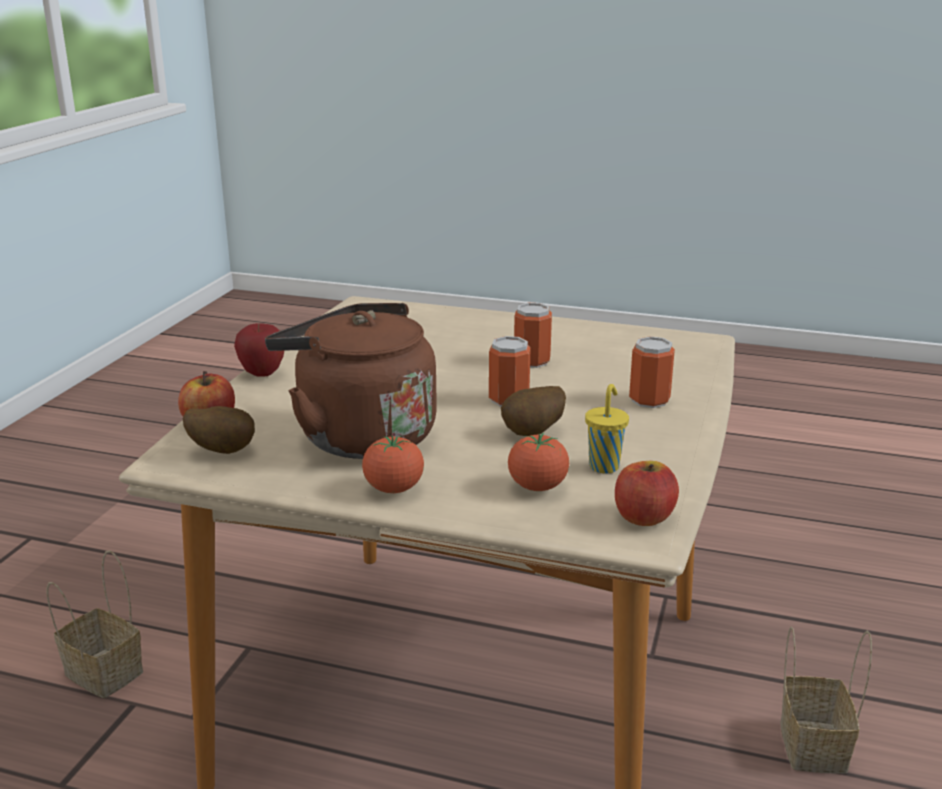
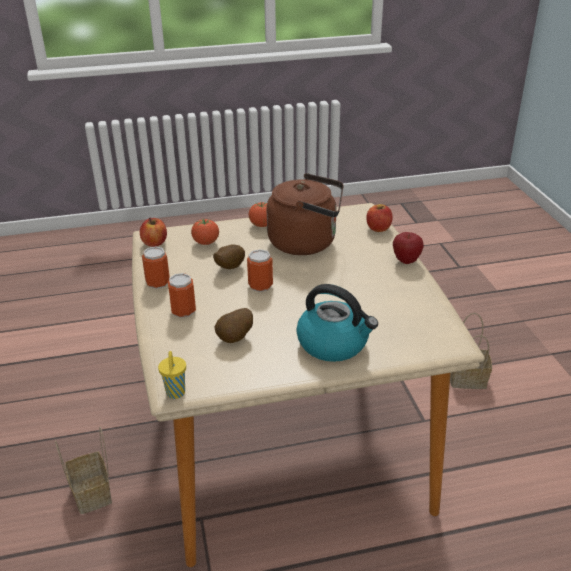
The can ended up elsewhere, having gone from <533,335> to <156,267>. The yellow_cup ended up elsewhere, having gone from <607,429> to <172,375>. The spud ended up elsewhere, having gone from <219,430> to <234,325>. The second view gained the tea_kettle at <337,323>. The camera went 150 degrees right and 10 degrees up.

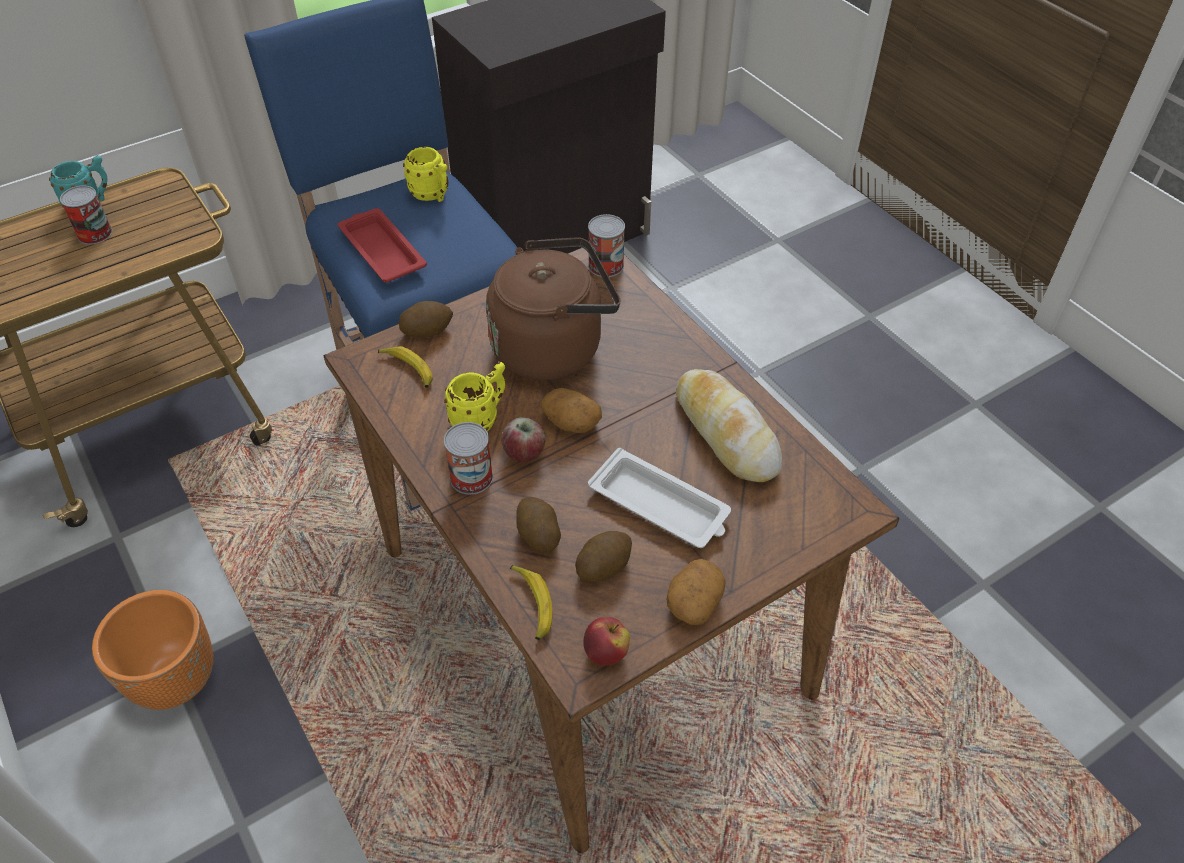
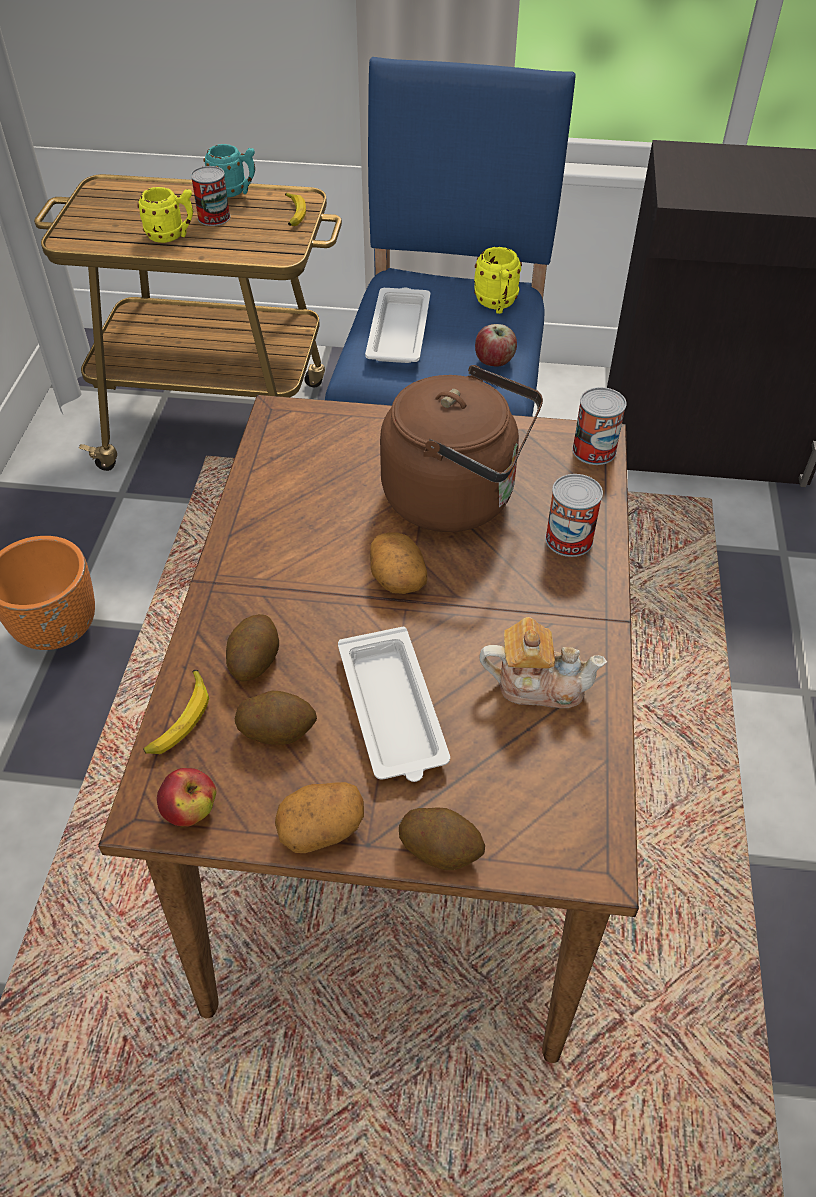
What was the red_carrying_tray at <382,245> turned into the white_carrying_tray at <397,325>. The spud ended up elsewhere, having gone from <426,319> to <442,838>. The banana_fruit ended up elsewhere, having gone from <405,367> to <295,209>. The yellow_tea_mug ended up elsewhere, having gone from <474,397> to <165,215>. Where the bread stood at <729,425>, the pot_for_tea came to stand at <543,662>. The apple_fruit ended up elsewhere, having gone from <523,439> to <496,345>. The can ended up elsewhere, having gone from <468,458> to <574,515>. The camera went 40 degrees right and 0 degrees up.

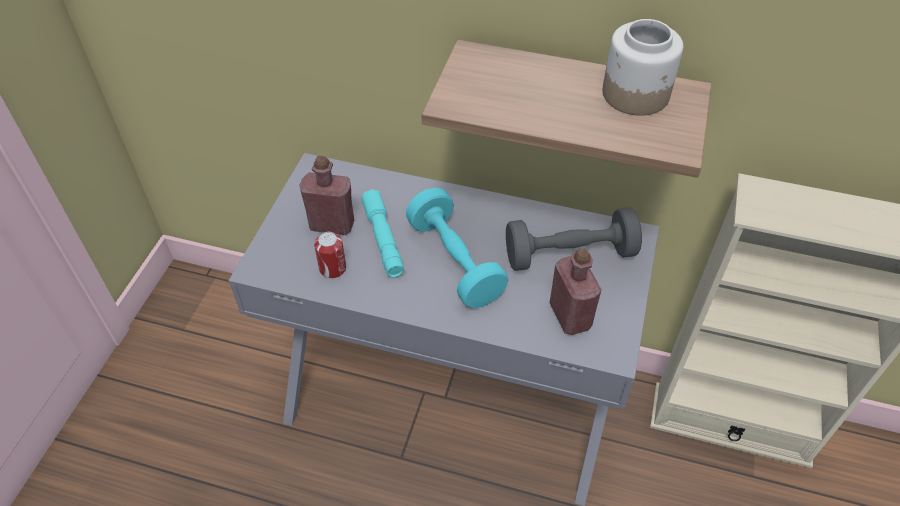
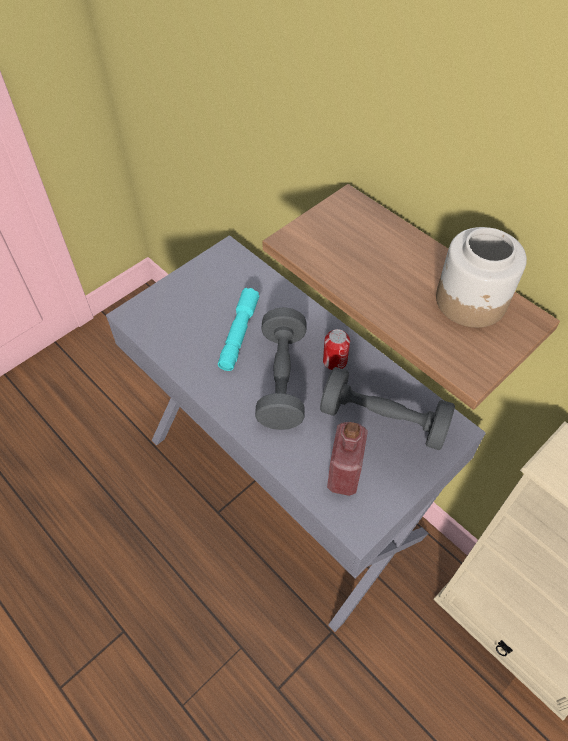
The second view lost the red_bottle at <327,195>. What was the turquoise_hand_weight at <457,247> turned into the gray_hand_weight at <281,368>. The can ended up elsewhere, having gone from <330,255> to <336,349>. The camera went 30 degrees right and 5 degrees up.

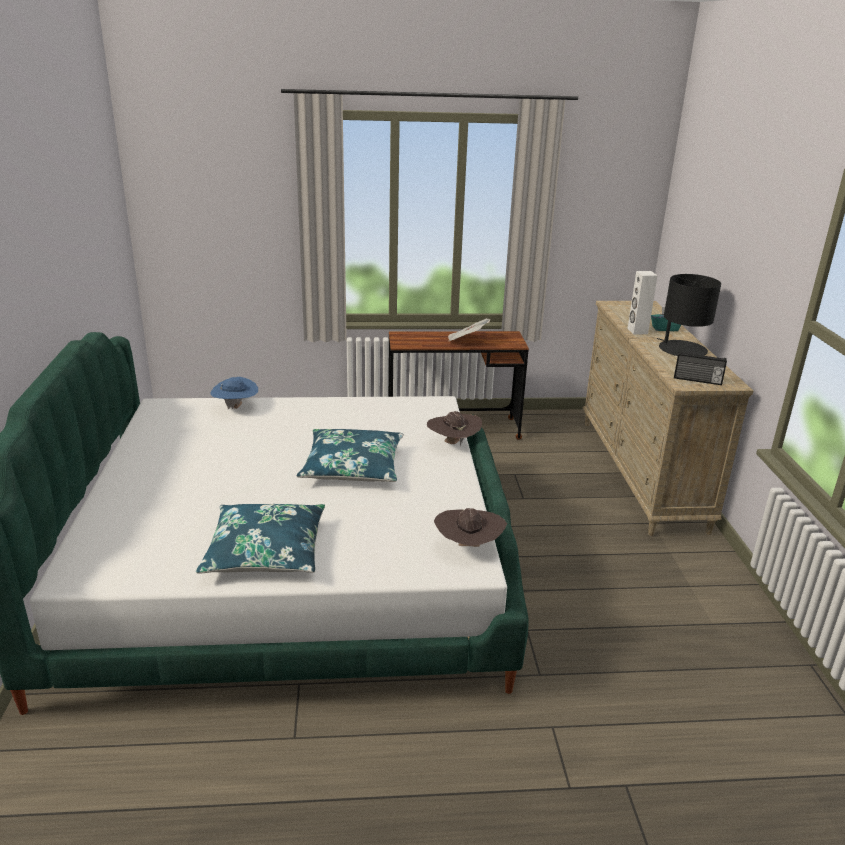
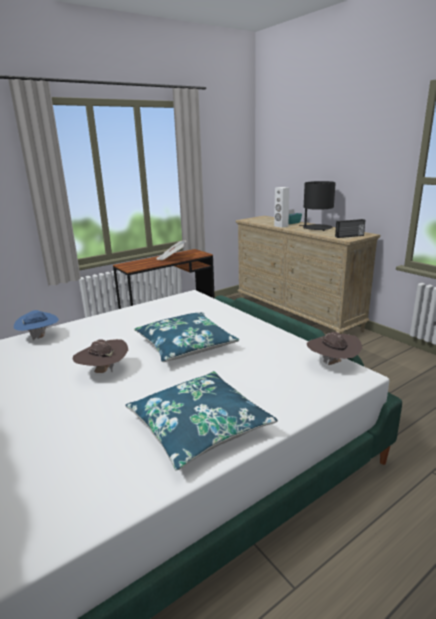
The brown-coloured_wearable_hat ended up elsewhere, having gone from <454,429> to <100,356>. The camera went 30 degrees left and 5 degrees down.

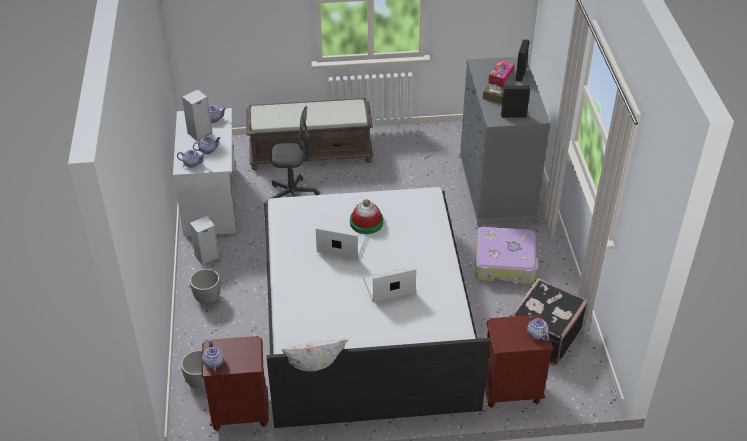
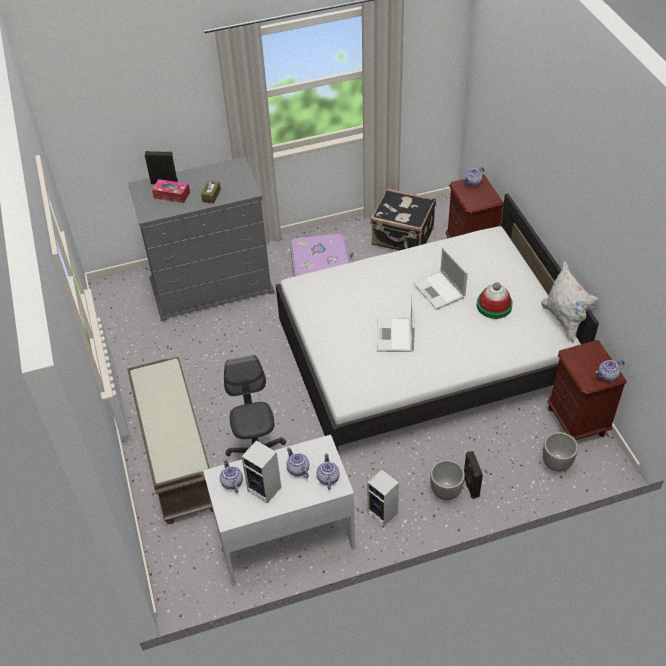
The black-coloured_loudspeaker ended up elsewhere, having gone from <515,101> to <473,475>. The wearable_hat ended up elsewhere, having gone from <366,216> to <495,300>. The camera went 100 degrees left and 5 degrees up.

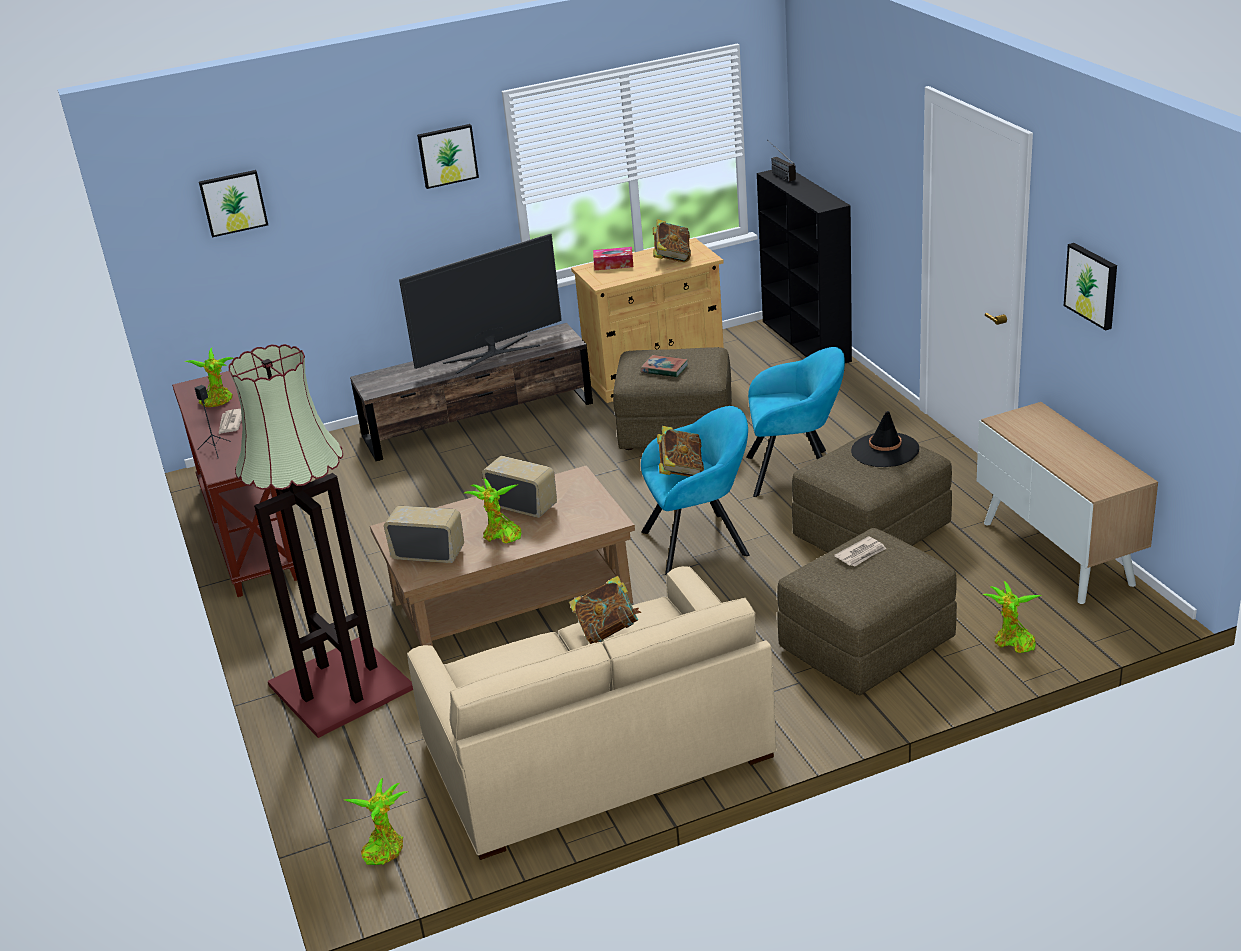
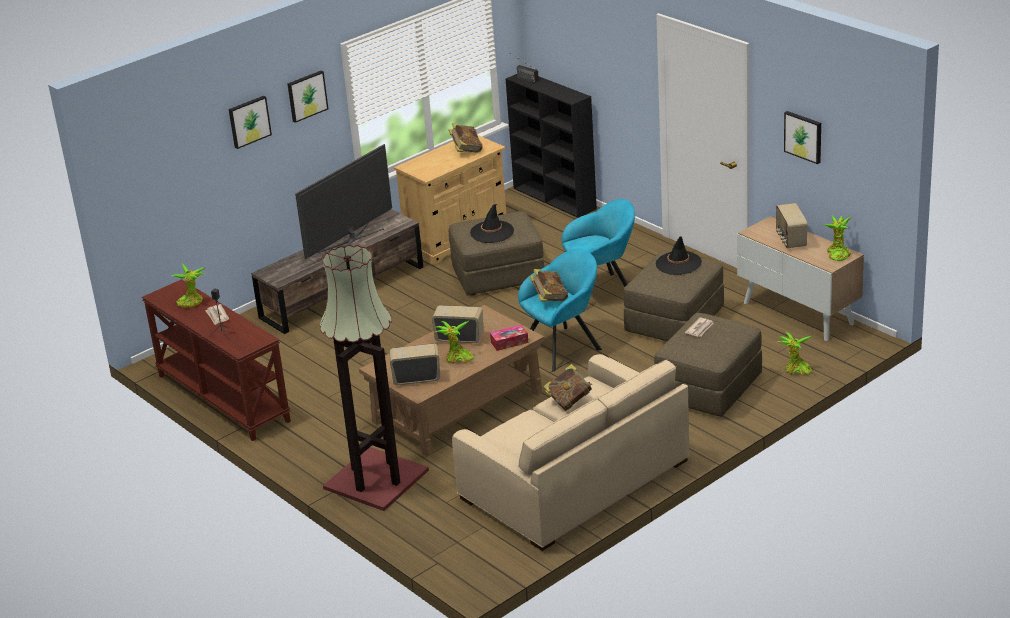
The wall_picture ended up elsewhere, having gone from <233,203> to <250,122>. The tissue_holder ended up elsewhere, having gone from <613,258> to <509,338>. Where the bound_book stood at <664,366>, the black-coloured_wearable_hat came to stand at <492,223>. The houseplant ended up elsewhere, having gone from <376,821> to <838,238>. The second view gained the radio_receiver at <791,225>. The camera went 20 degrees left and 0 degrees up.

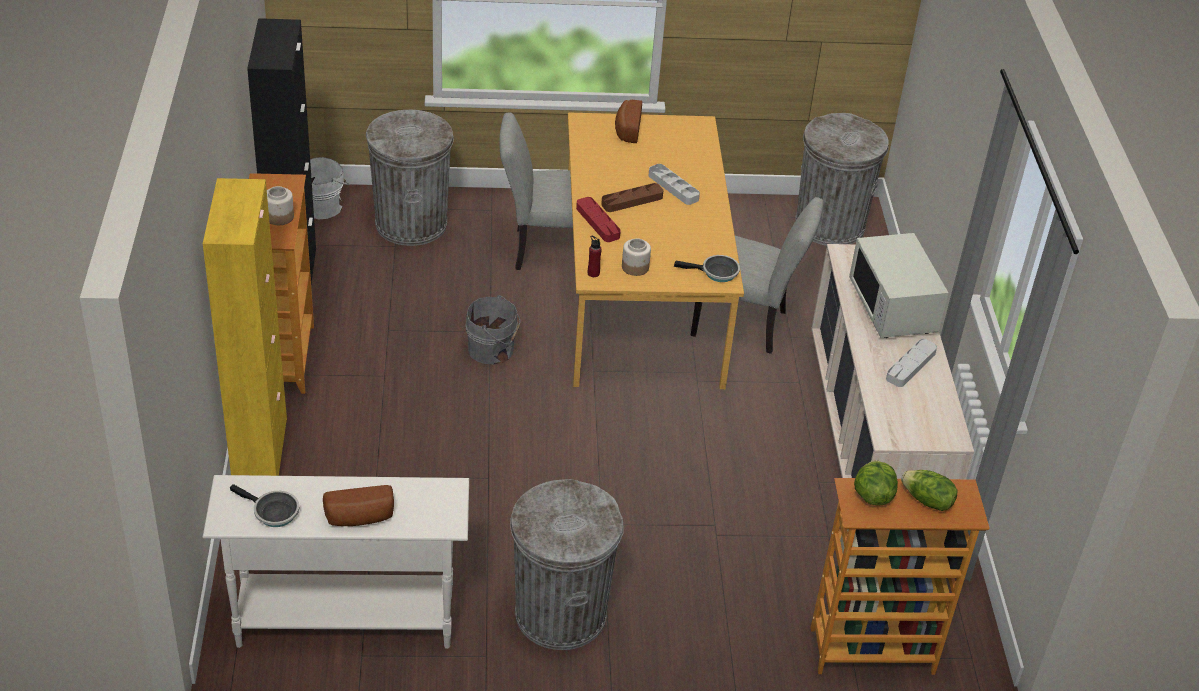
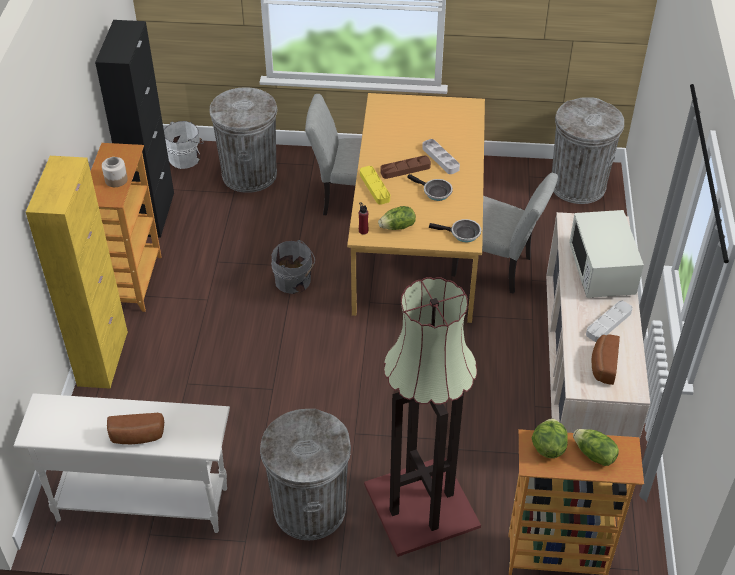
The bread ended up elsewhere, having gone from <628,121> to <605,359>. What was the red_carrying_tray at <598,219> turned into the yellow_carrying_tray at <375,185>. Where the storage_jar stood at <636,257>, the head_of_lettuce came to stand at <397,218>. The frying_pan ended up elsewhere, having gone from <264,505> to <430,187>. The second view gained the standard_lamp at <422,417>. The camera went 10 degrees right and 5 degrees up.

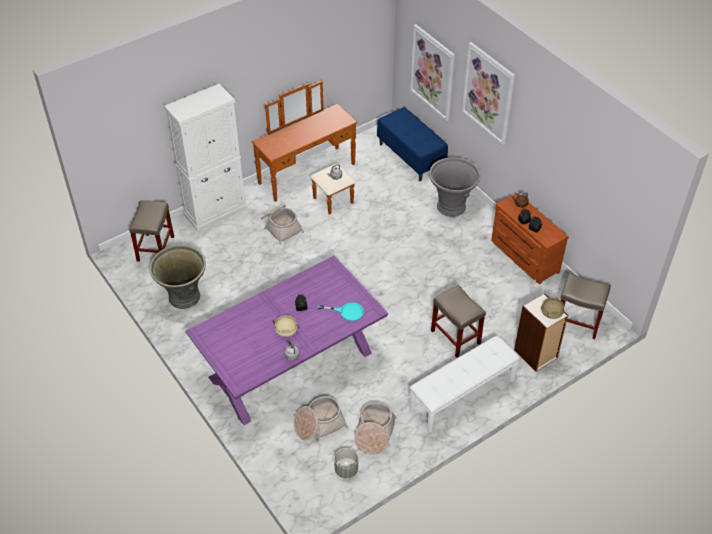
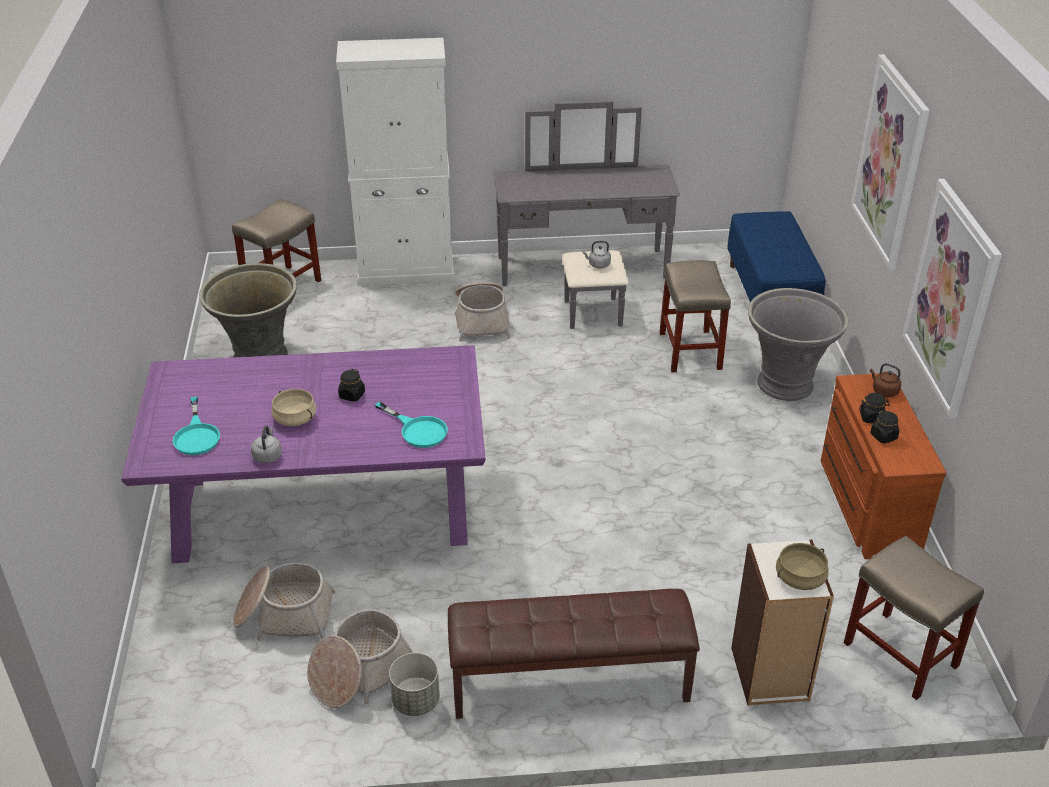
The wall_picture ended up elsewhere, having gone from <432,72> to <952,299>. What was the brown-coloured_drawer_chest at <305,148> turned into the gray_drawer_chest at <587,215>. The beige_stool_seat ended up elsewhere, having gone from <458,321> to <695,316>. What was the white_indoor_bench at <464,384> turned into the brown-coloured_indoor_bench at <574,654>. The gray_planter ended up elsewhere, having gone from <346,463> to <414,684>. The second view gained the turquoise_frying_pan at <196,426>. The camera went 30 degrees right and 10 degrees down.

